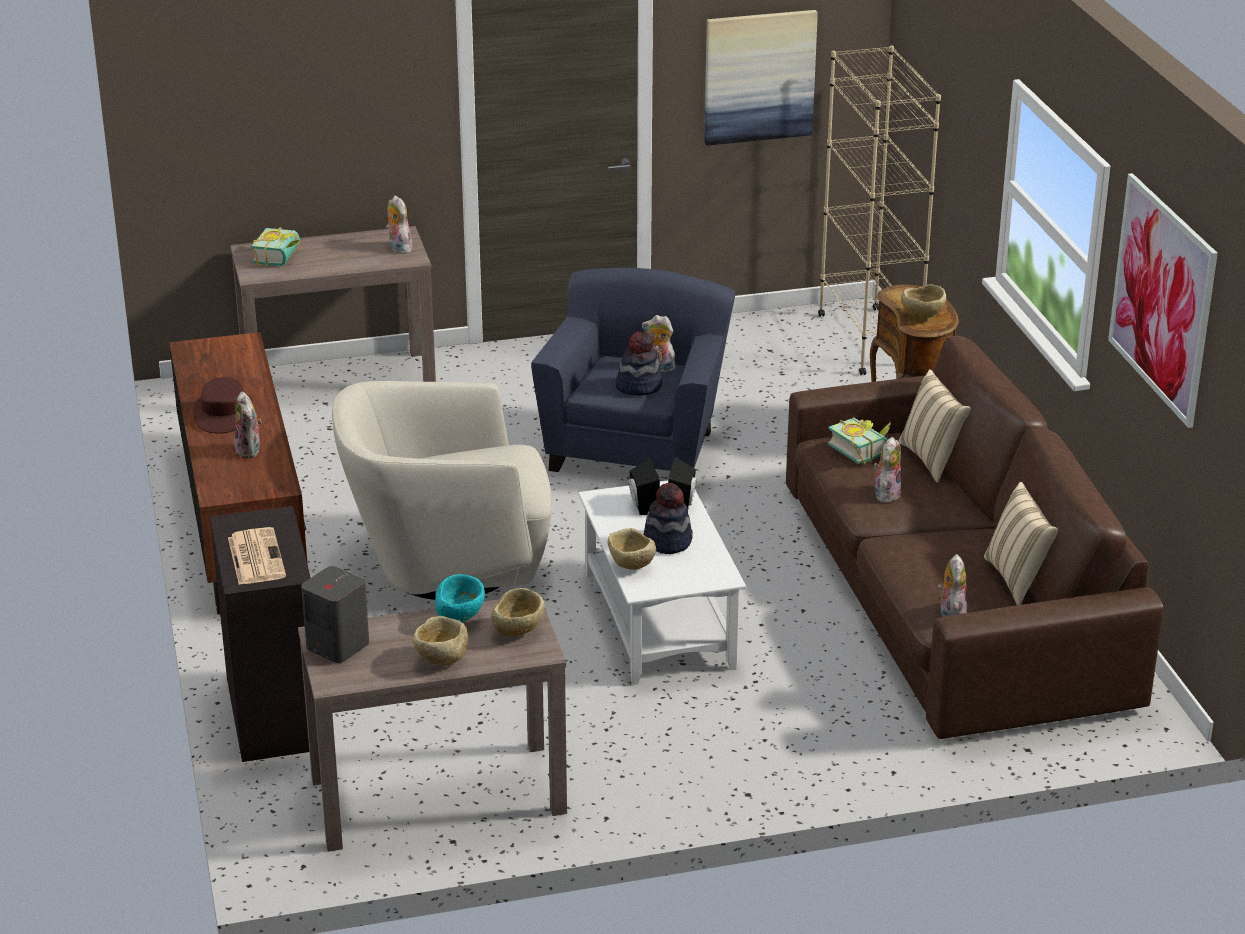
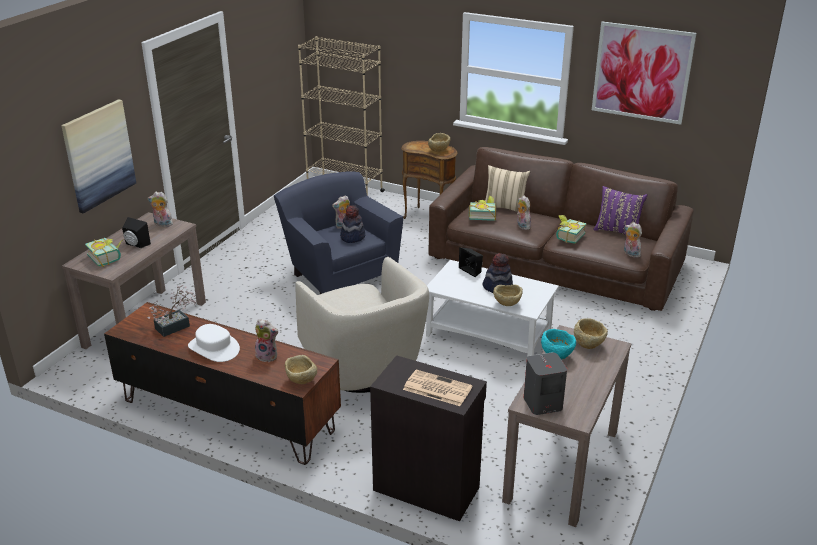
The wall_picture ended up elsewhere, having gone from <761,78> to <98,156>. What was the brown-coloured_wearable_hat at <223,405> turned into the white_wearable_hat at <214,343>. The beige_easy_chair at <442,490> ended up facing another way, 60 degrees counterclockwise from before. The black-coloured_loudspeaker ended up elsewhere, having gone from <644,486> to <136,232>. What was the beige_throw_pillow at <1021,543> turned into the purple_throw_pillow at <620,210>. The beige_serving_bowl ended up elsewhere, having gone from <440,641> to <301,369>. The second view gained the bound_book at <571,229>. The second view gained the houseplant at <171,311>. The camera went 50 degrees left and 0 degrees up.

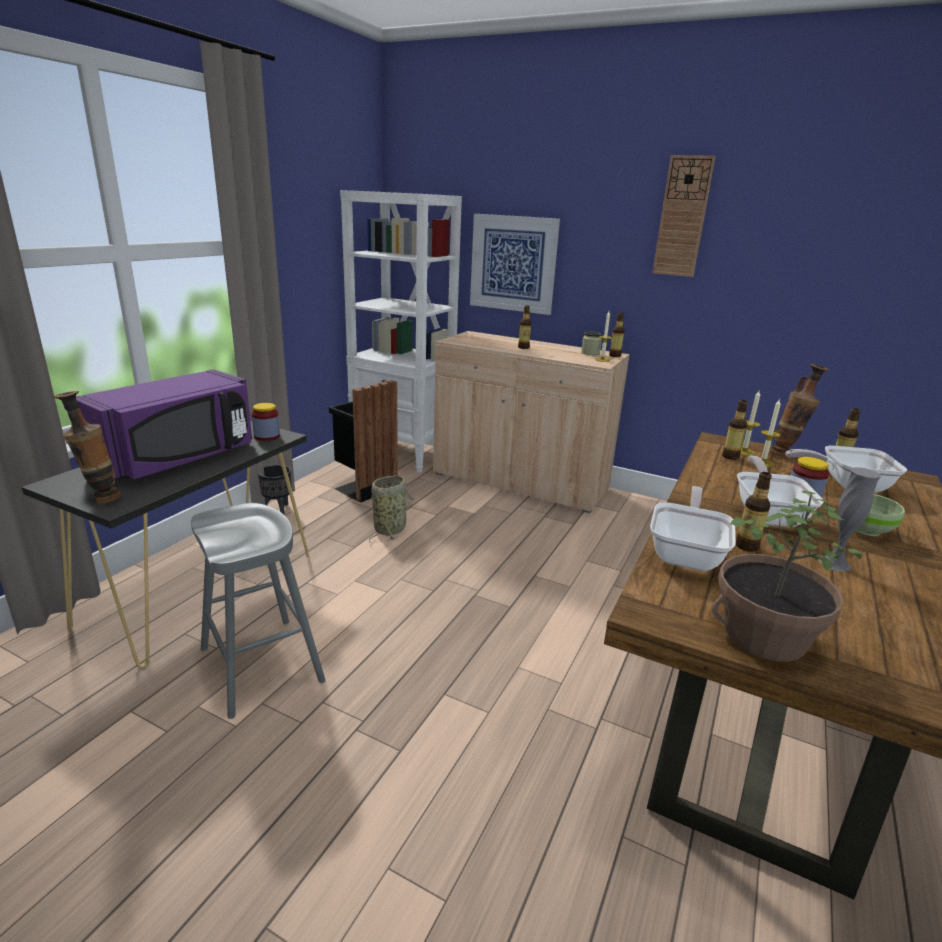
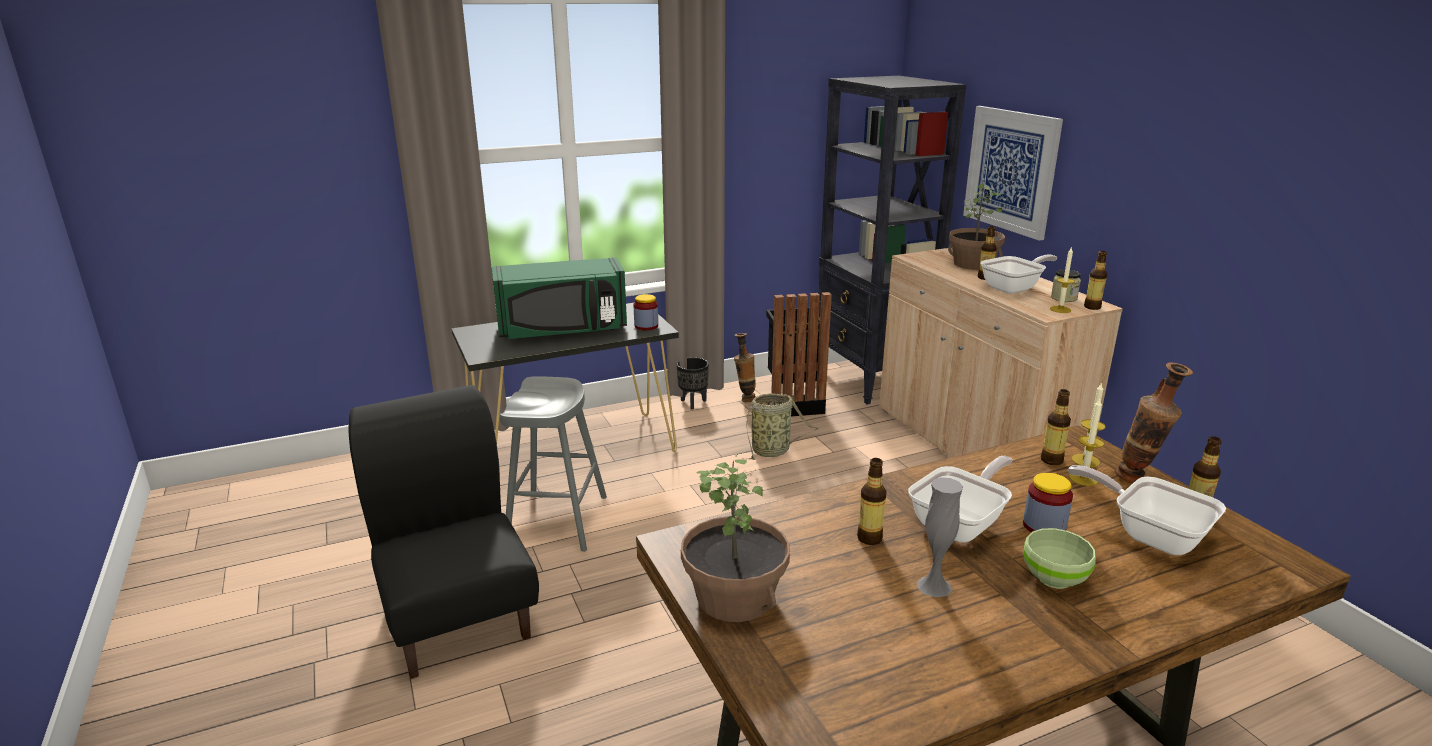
The second view lost the clock_on_the_wall at <684,216>. What was the white_shelving_unit at <401,331> turned into the black-coloured_shelving_unit at <892,240>. What was the purple_microwave_oven at <164,425> turned into the green-coloured_microwave_oven at <559,298>. The vase ended up elsewhere, having gone from <87,447> to <745,367>. The frying_pan ended up elsewhere, having gone from <693,528> to <1018,274>. The second view gained the houseplant at <976,227>. The second view gained the black-coloured_chair at <443,532>. The camera went 40 degrees right and 0 degrees up.

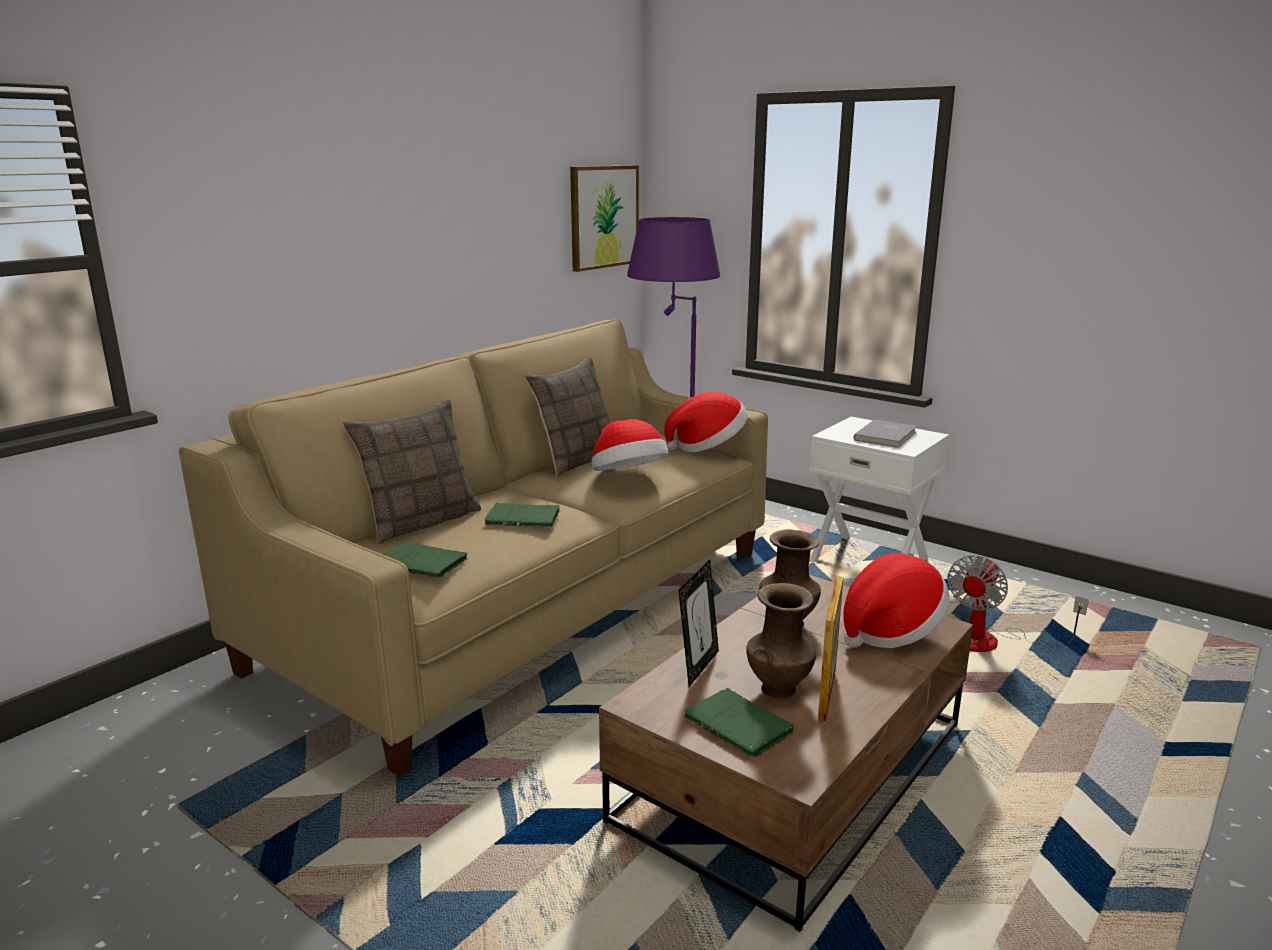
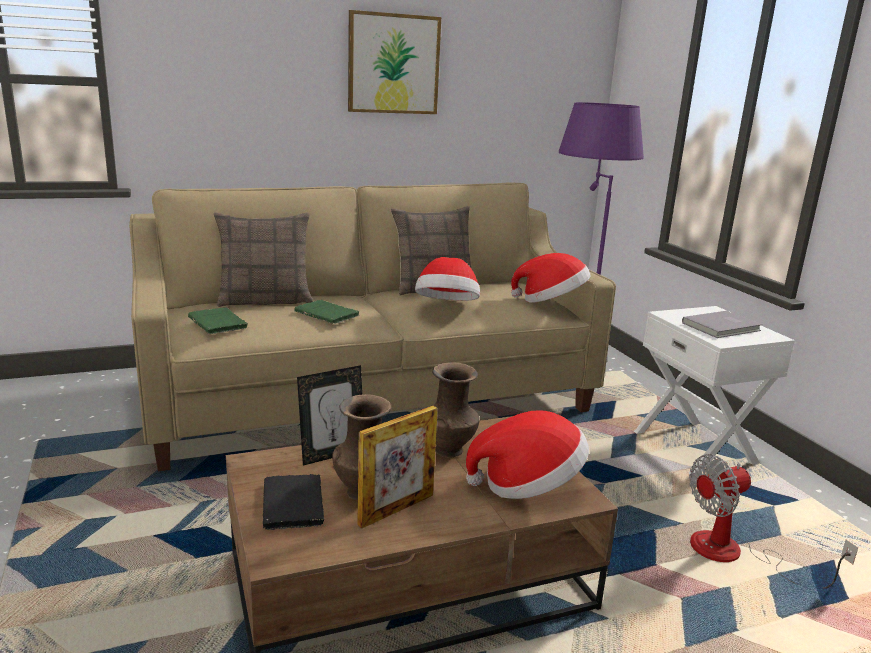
The wall_picture ended up elsewhere, having gone from <604,218> to <394,62>. What was the green-coloured_bound_book at <741,722> turned into the black-coloured_bound_book at <294,502>. The camera went 30 degrees right and 0 degrees up.

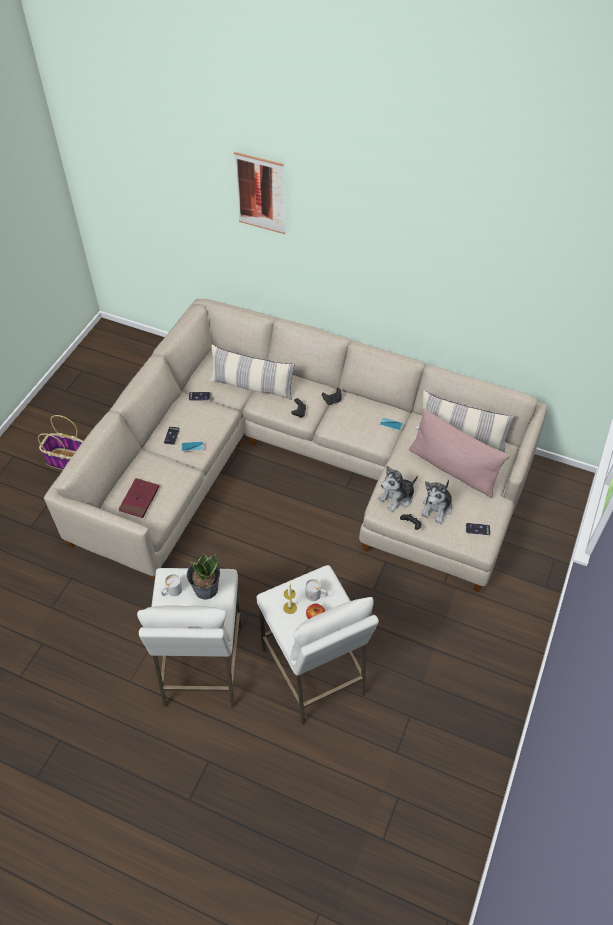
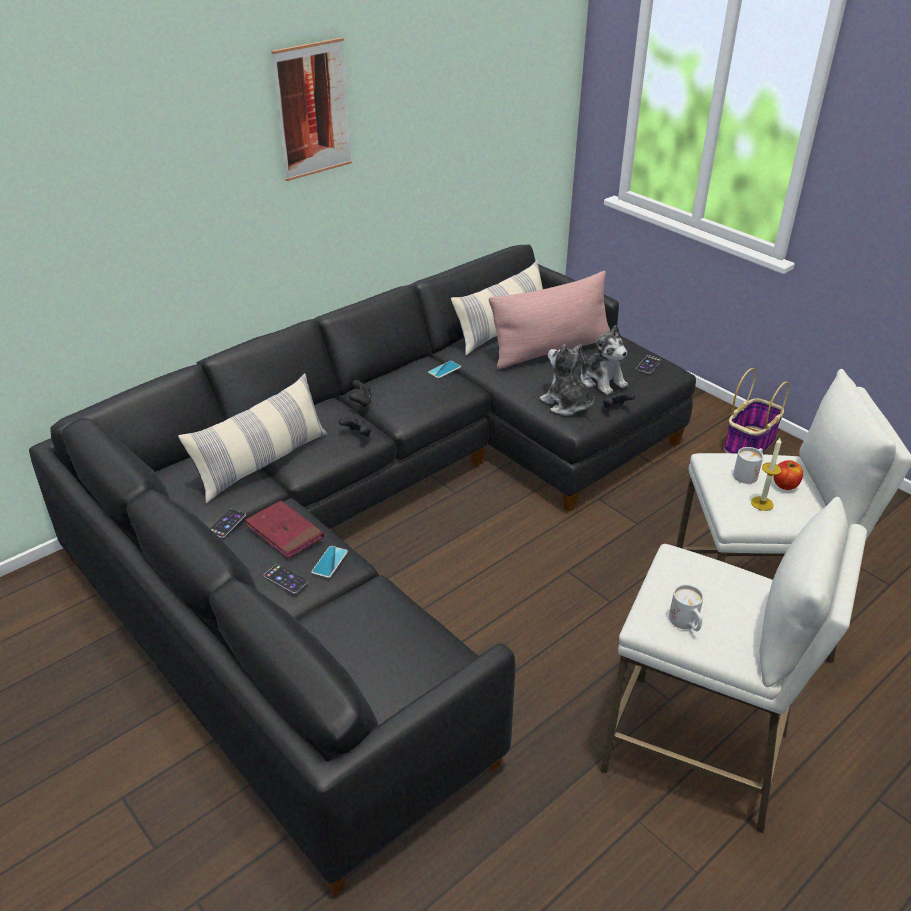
The wall_picture ended up elsewhere, having gone from <259,193> to <312,109>. What was the beige_couch at <295,445> turned into the black-coloured_couch at <362,570>. The basket ended up elsewhere, having gone from <60,442> to <756,411>. The cuddly_toy at <398,489> ended up facing another way, 150 degrees clockwise from before. The red_bound_book ended up elsewhere, having gone from <139,498> to <284,530>. The second view lost the houseplant at <203,577>. The camera went 65 degrees left and 15 degrees down.

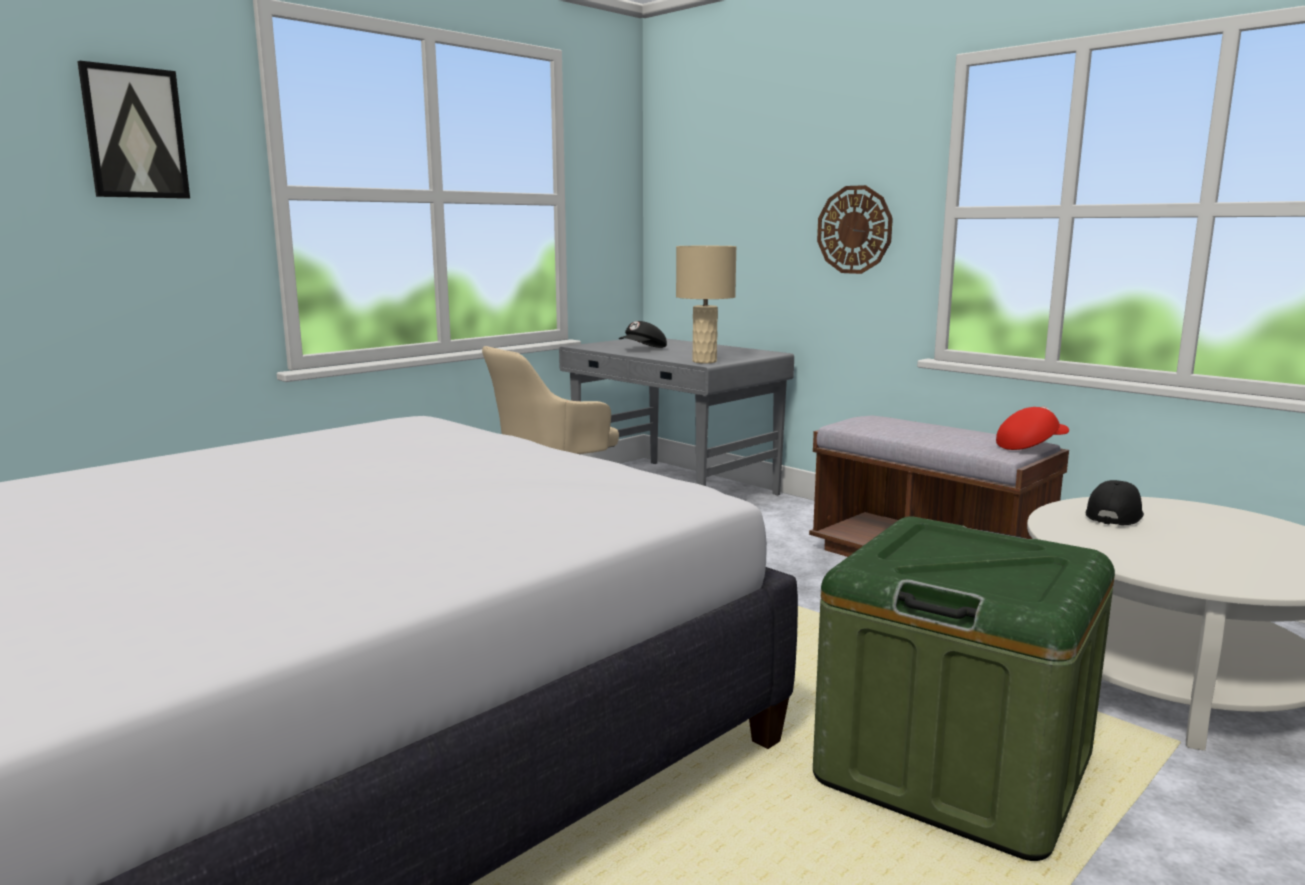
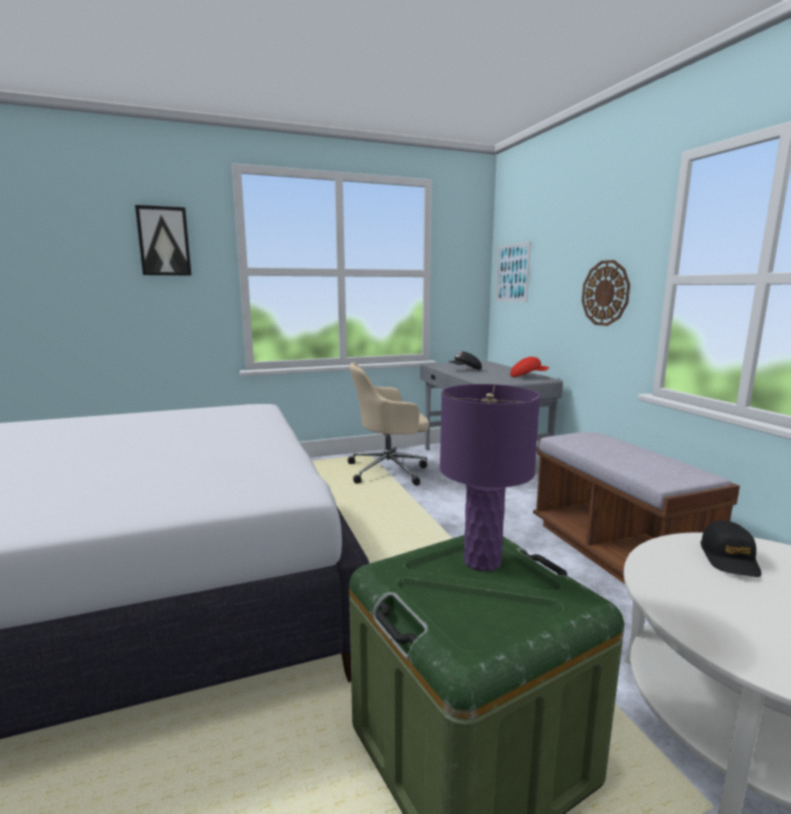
The second view lost the beige_tabletop_lamp at <706,304>. The red_cap ended up elsewhere, having gone from <1032,428> to <529,367>. The black-coloured_cap at <1115,502> ended up facing another way, 135 degrees clockwise from before. The second view gained the wall_picture at <513,272>. The second view gained the purple_tabletop_lamp at <490,477>. The camera went 25 degrees right and 0 degrees up.

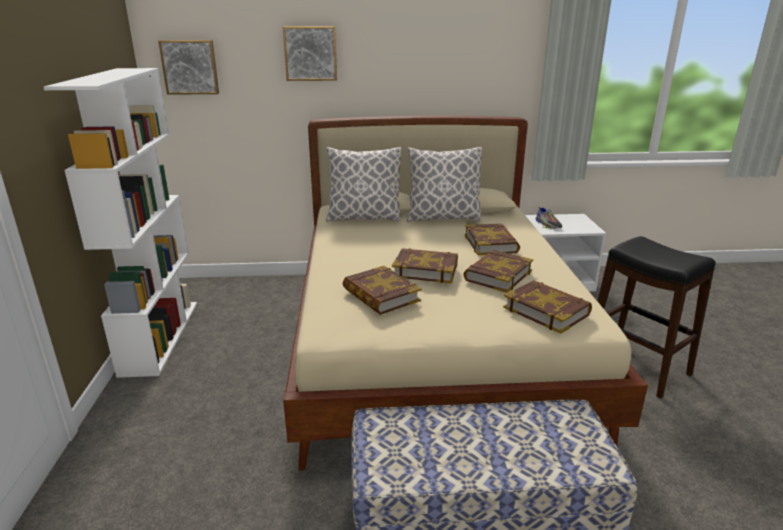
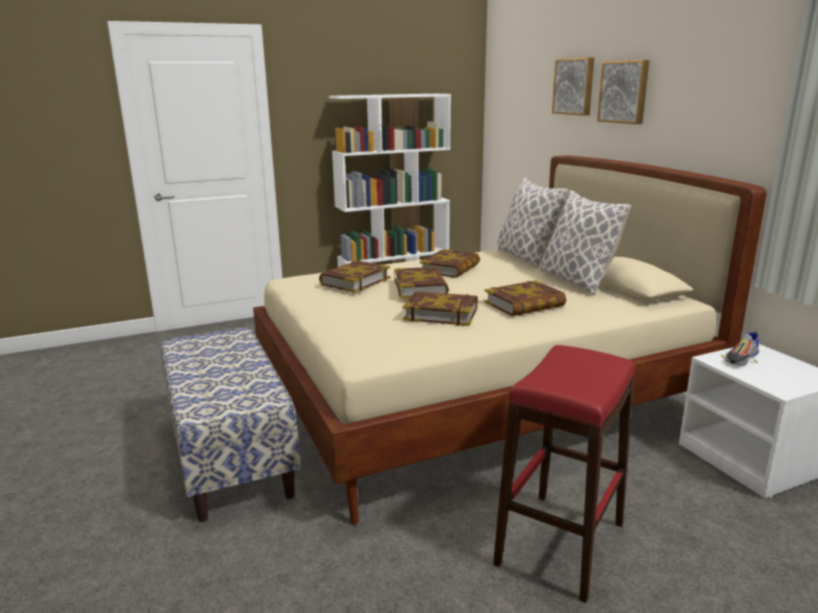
The wall_picture ended up elsewhere, having gone from <188,67> to <623,92>. What was the black-coloured_stool_seat at <657,317> turned into the red_stool_seat at <564,474>. The bound_book ended up elsewhere, having gone from <547,307> to <450,263>. The camera went 70 degrees right and 5 degrees down.

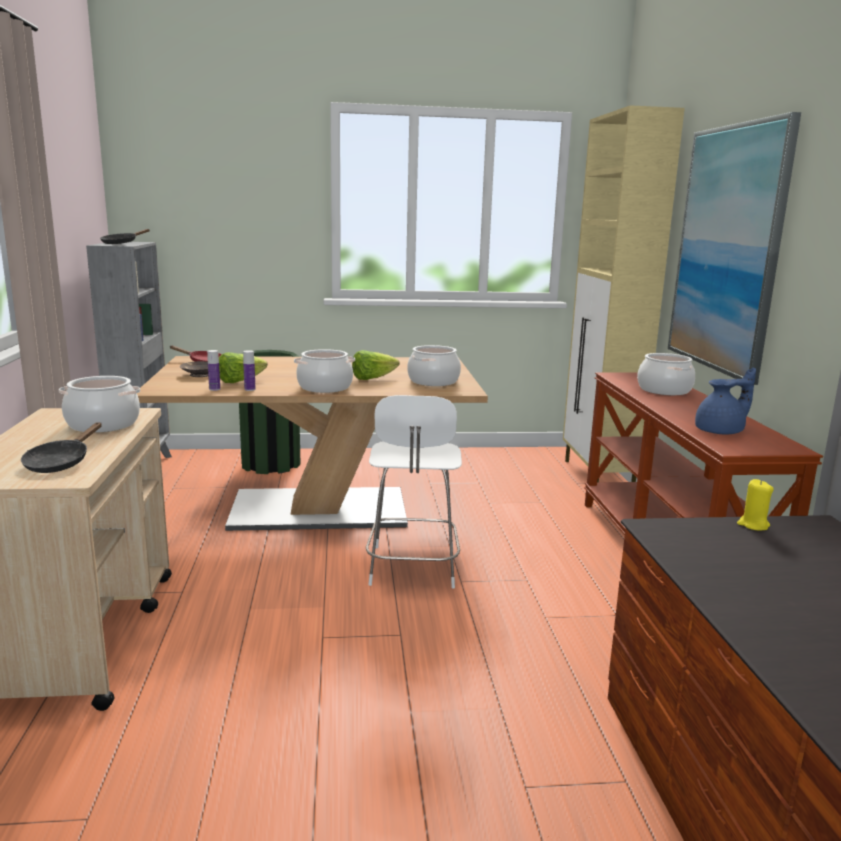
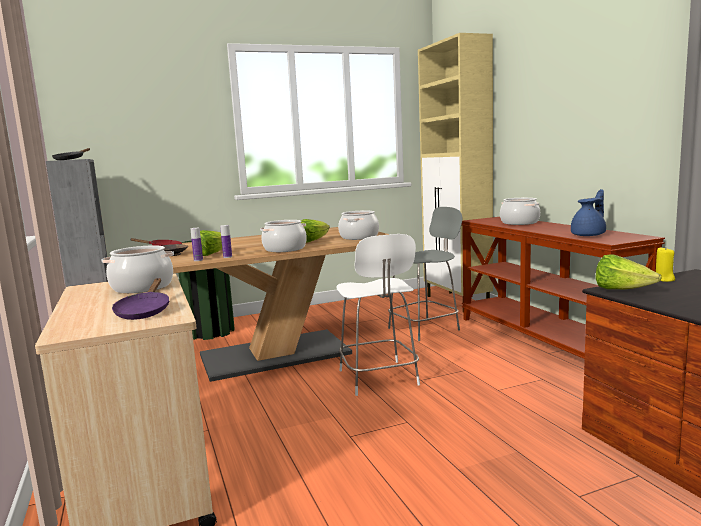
The second view lost the wall_picture at <734,248>. What was the black-coloured_frying_pan at <61,447> turned into the purple_frying_pan at <140,299>. The second view gained the gray_chair at <425,274>. The second view gained the head_of_lettuce at <628,272>. The camera went 15 degrees left and 5 degrees down.

